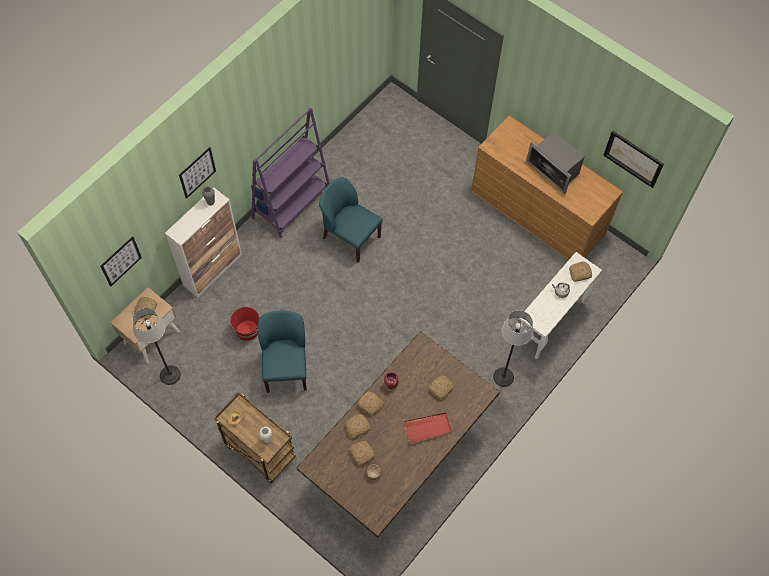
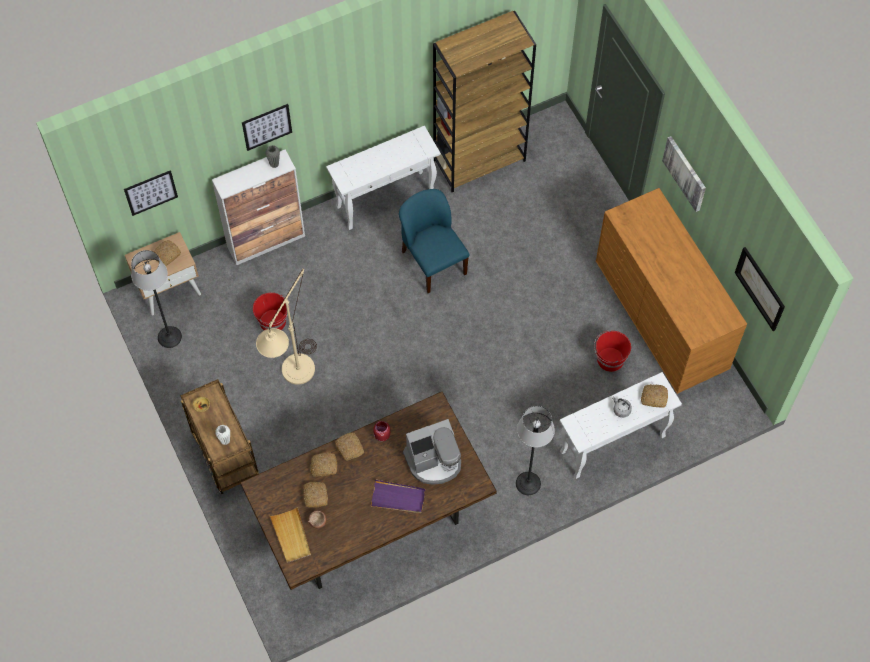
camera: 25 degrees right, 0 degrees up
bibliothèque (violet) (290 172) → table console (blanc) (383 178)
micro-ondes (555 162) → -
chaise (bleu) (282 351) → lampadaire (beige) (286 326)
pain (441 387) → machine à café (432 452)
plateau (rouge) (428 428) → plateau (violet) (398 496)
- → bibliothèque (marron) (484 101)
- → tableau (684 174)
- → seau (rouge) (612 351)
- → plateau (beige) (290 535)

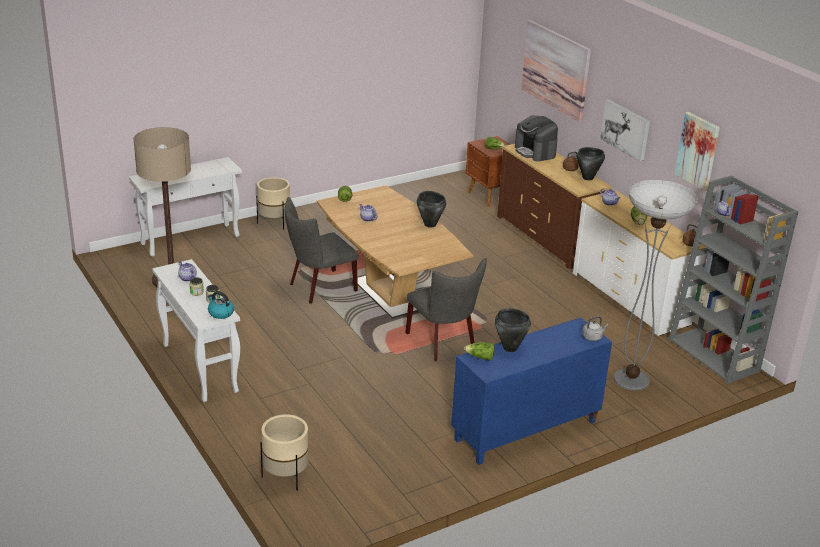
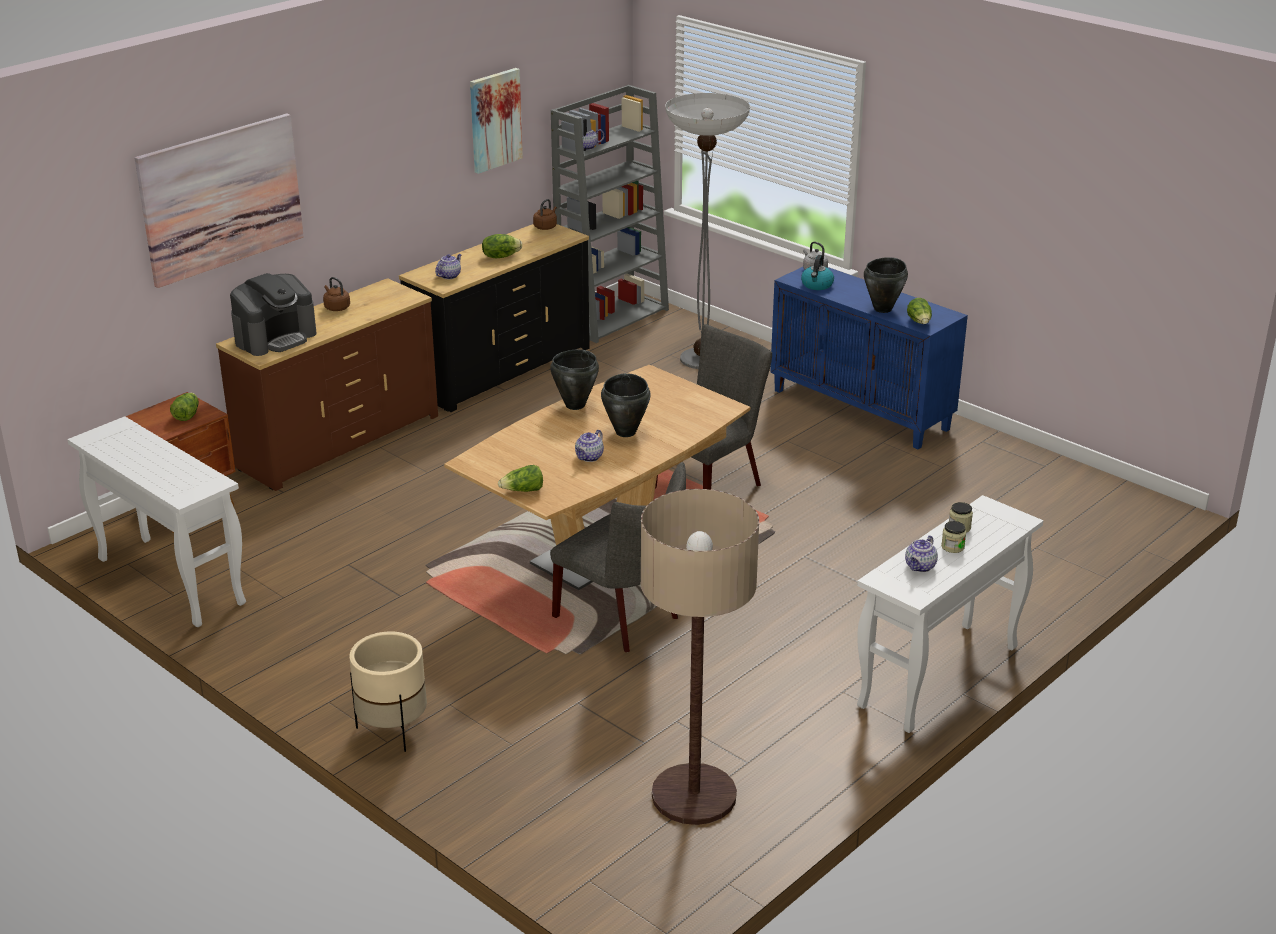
camera: 105 degrees left, 0 degrees up
tableau (625 130) → -
marmite (noir) (591 163) → marmite (noir) (625 405), move
table console (blanc) (185 207) → table console (blanc) (156 521), move
commode (blanc) (640 263) → commode (noir) (494 318)
bouilloire (220 305) → bouilloire (817 272), move
cache-pot (beige) (284 452) → -

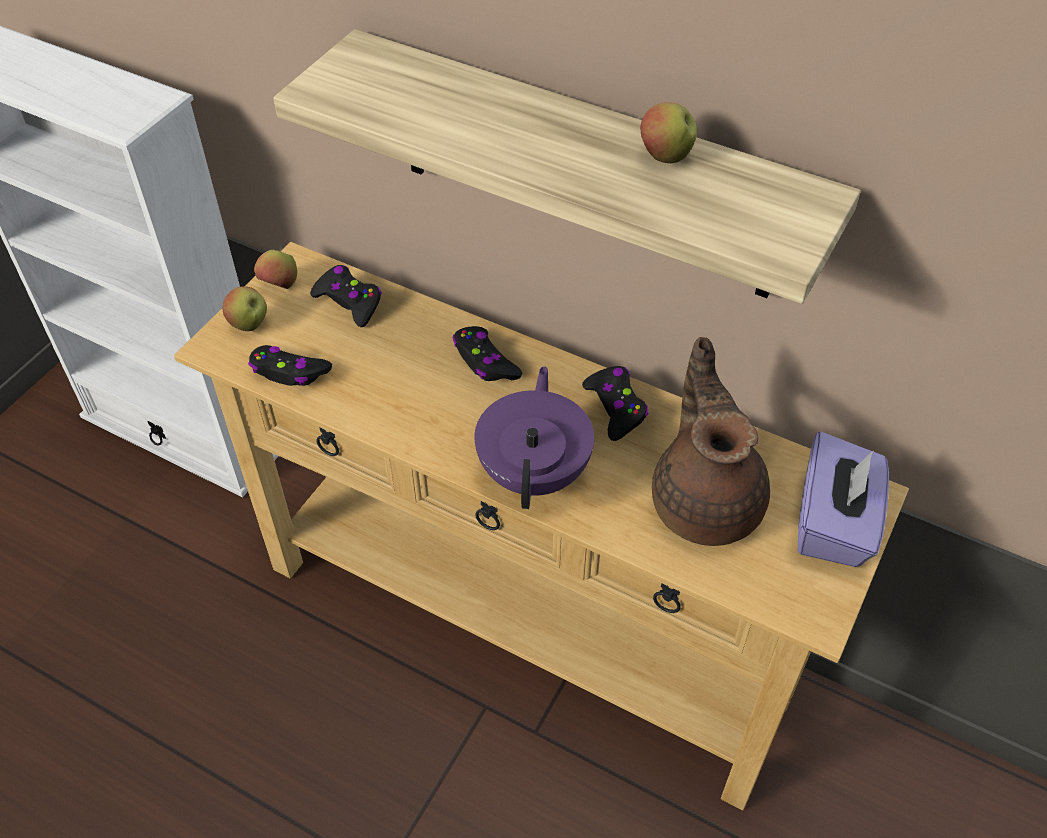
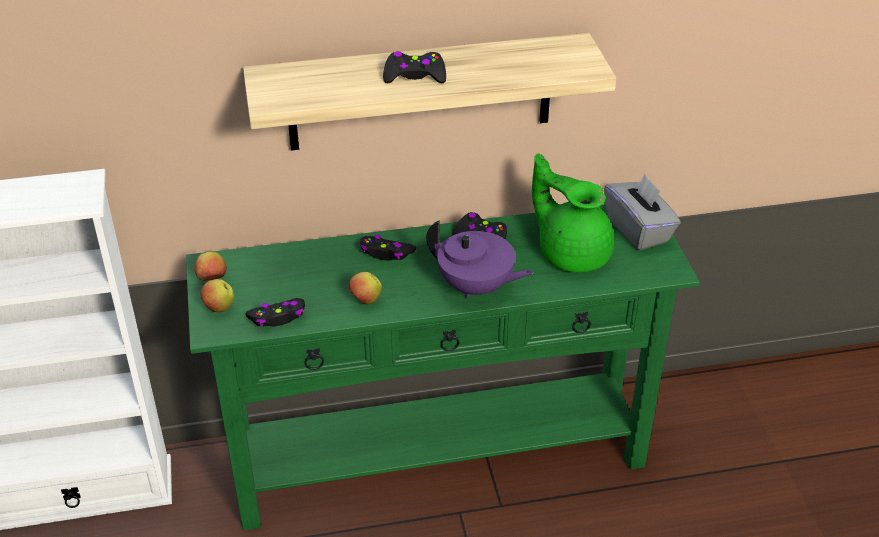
camera: 40 degrees left, 10 degrees down
pomme (668 132) → pomme (365 288), move
table console (beige) (541 526) → table console (vert) (443 367)
manette (noir) (346 296) → manette (noir) (414 67), move
théière (marron) (711 441) → théière (vert) (573 212)
théière (violet) (534 437) → théière (violet) (479 259), 150 degrees clockwise
boîte à mouchoirs (violet) (843 499) → boîte à mouchoirs (gris) (642 212)

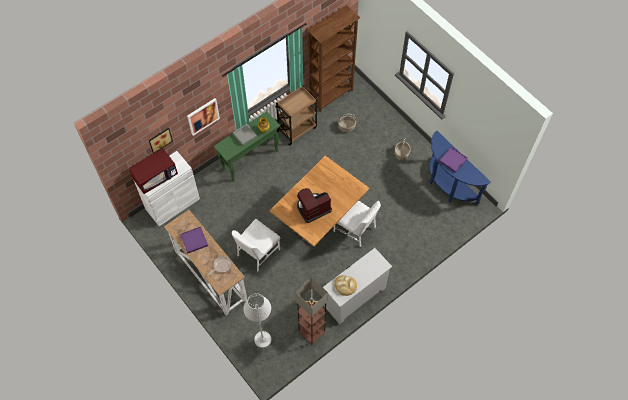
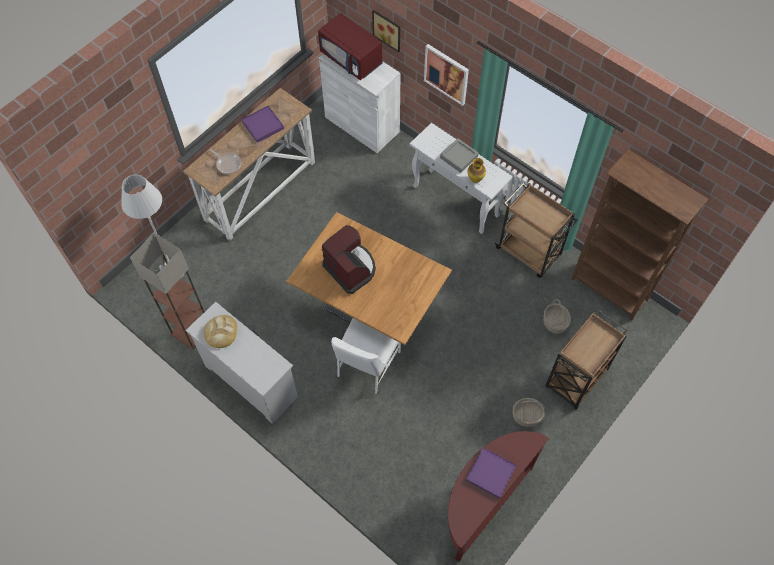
camera: 80 degrees right, 0 degrees up
table console (vert) (247 146) → table console (blanc) (461 178)
table console (bleu) (460 168) → table console (marron) (498 496)
chaise (blanc) (256 245) → -
- → chariot (marron) (586 359)

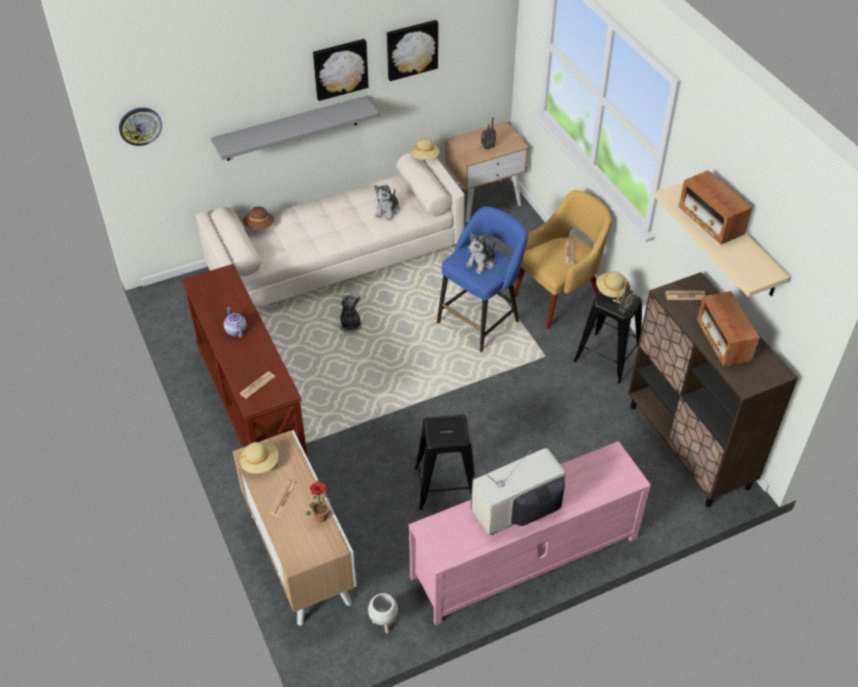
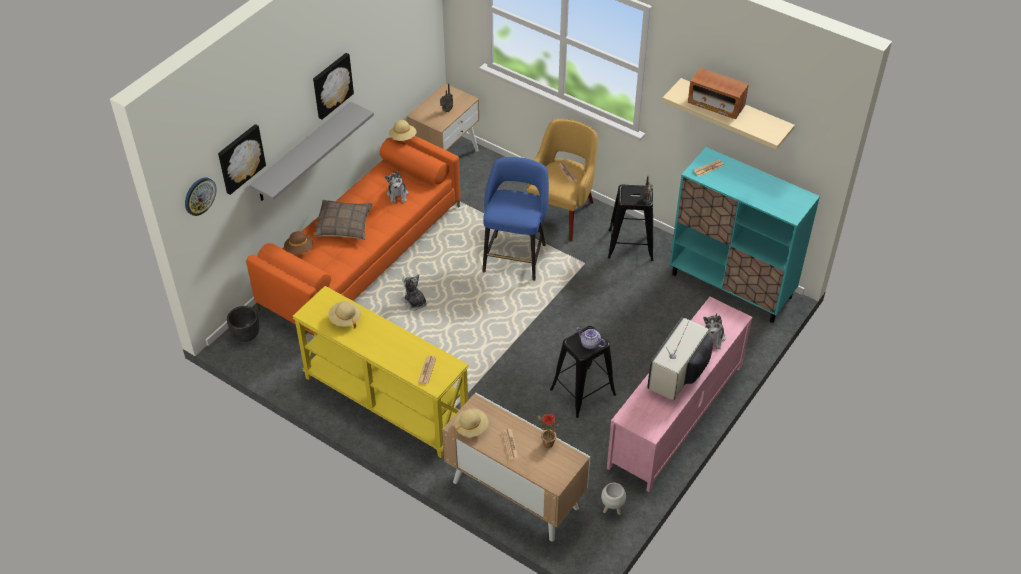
camera: 30 degrees left, 0 degrees up
tableau (412 50) → tableau (242 159), move
canapé (beige) (330 230) → canapé (orange) (353 236)
peluche (481 253) → peluche (714 331), move
table console (marron) (245 362) → table console (jaune) (380 372)
chapeau (beige) (613 287) → chapeau (beige) (344 314), move
meuble de rangement (marron) (713 389) → meuble de rangement (turquoise) (745 235)
radio (728 329) → -
théière (235 322) → théière (591 338), move
- → coussin (343 220)
- → cache-pot (noir) (243 324)

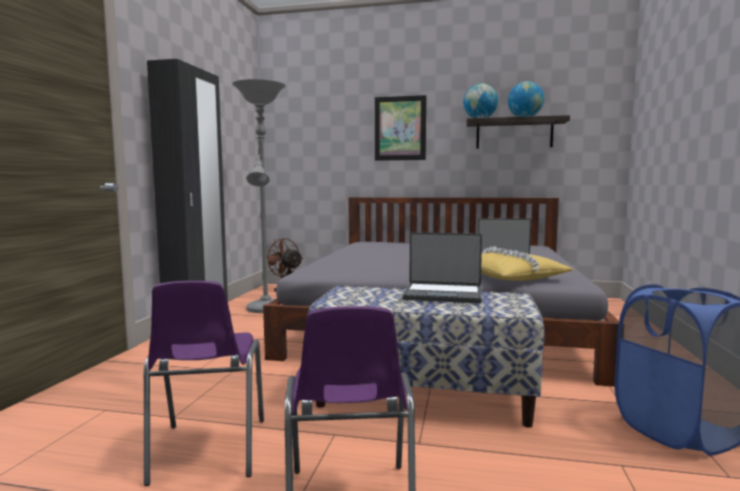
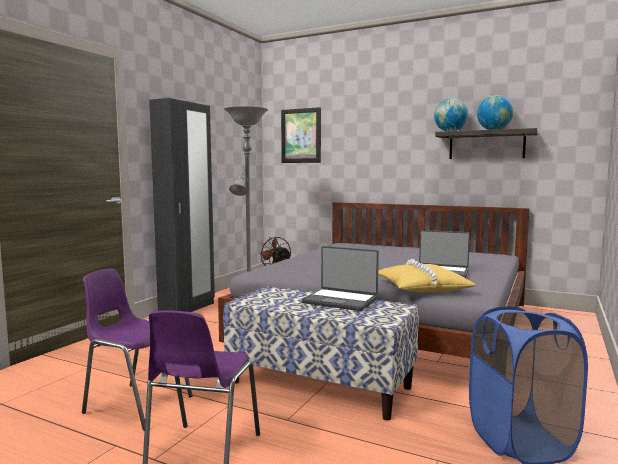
camera: 15 degrees right, 0 degrees up
tableau (400 128) → tableau (301 135), move
chaise (violet) (204 383) → chaise (violet) (137 349), 105 degrees clockwise

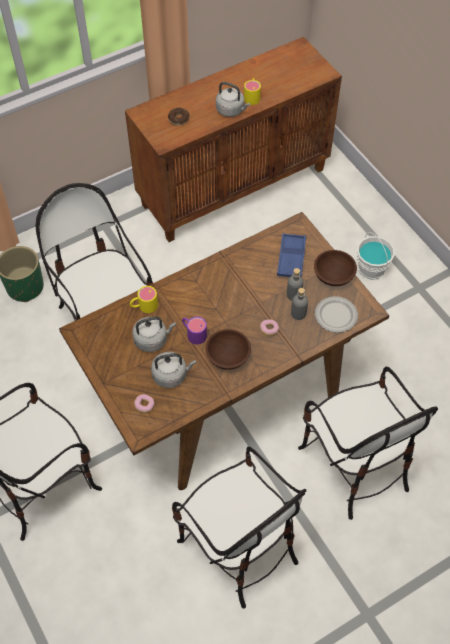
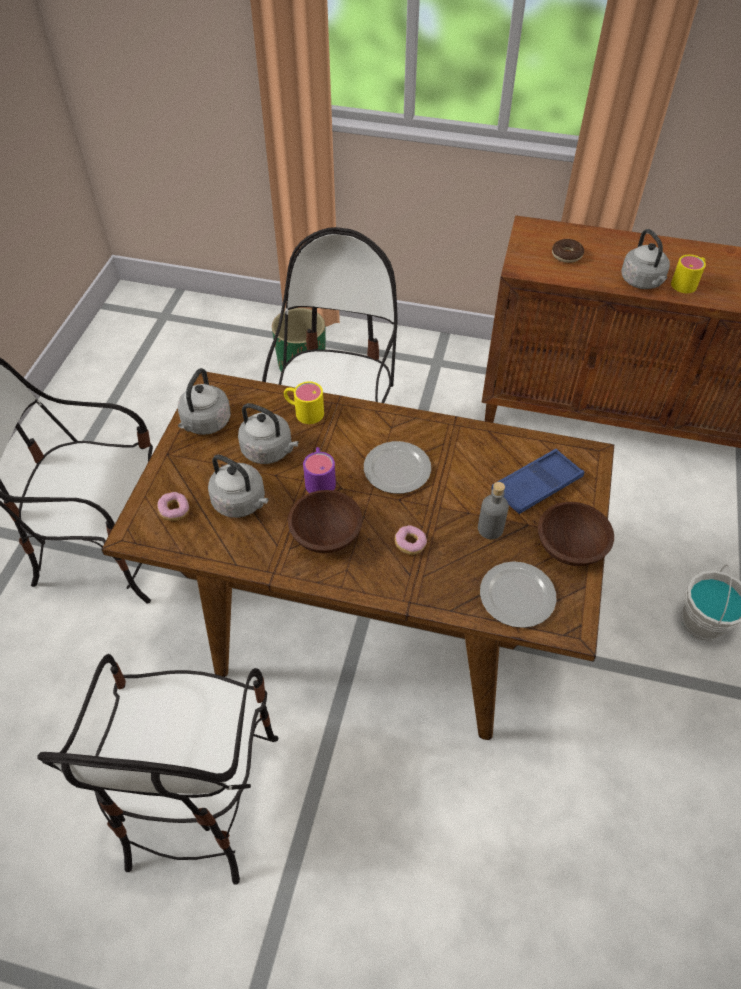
camera: 45 degrees right, 5 degrees down
bouteille (gris) (299 304) → -
chaise (368 443) → -
- → bouilloire (gris) (204 401)
- → assiette (397 467)

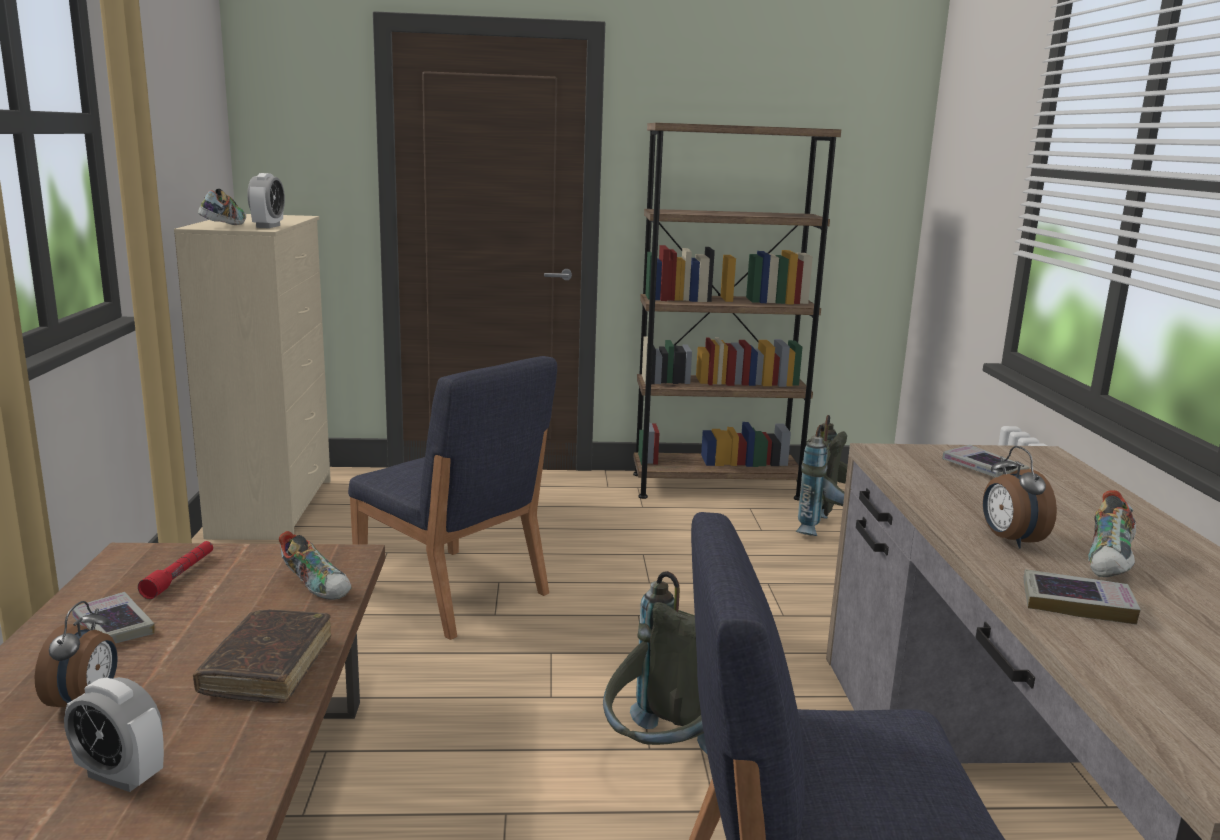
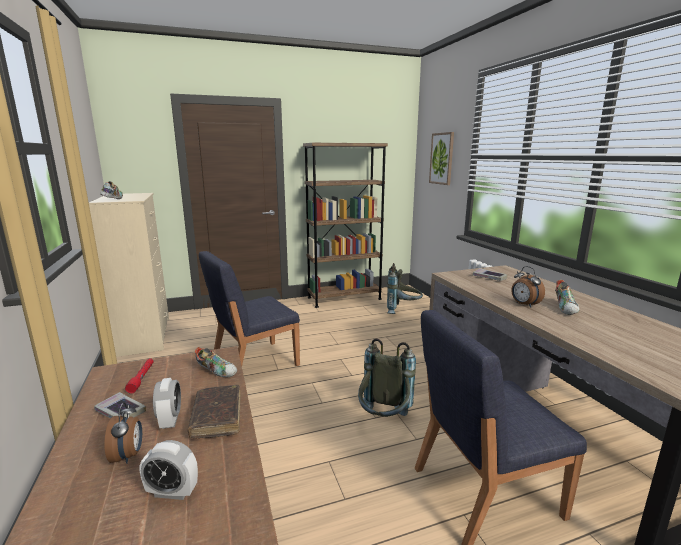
camera: 15 degrees left, 0 degrees up
réveil (266 200) → réveil (167 403), move
chaise (bleu) (452 498) → chaise (bleu) (249 308), 120 degrees clockwise
livre (1082 597) → -
- → tableau (441 158)

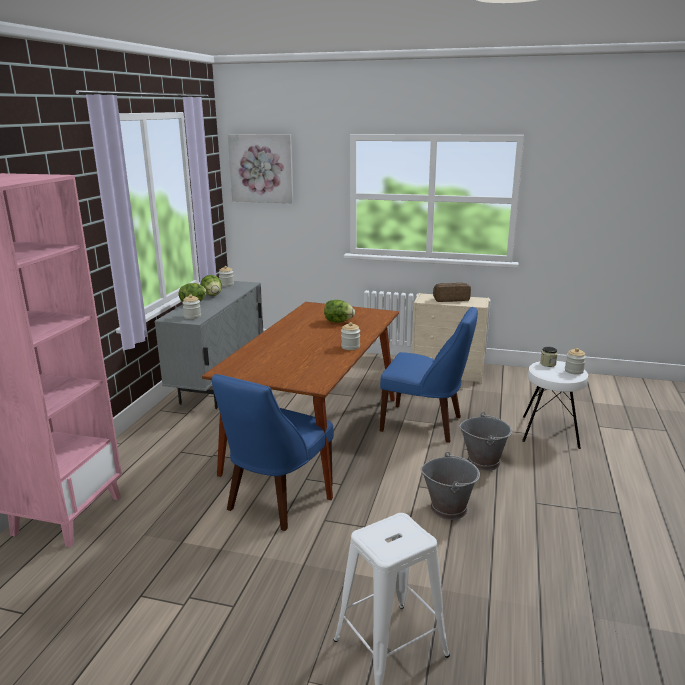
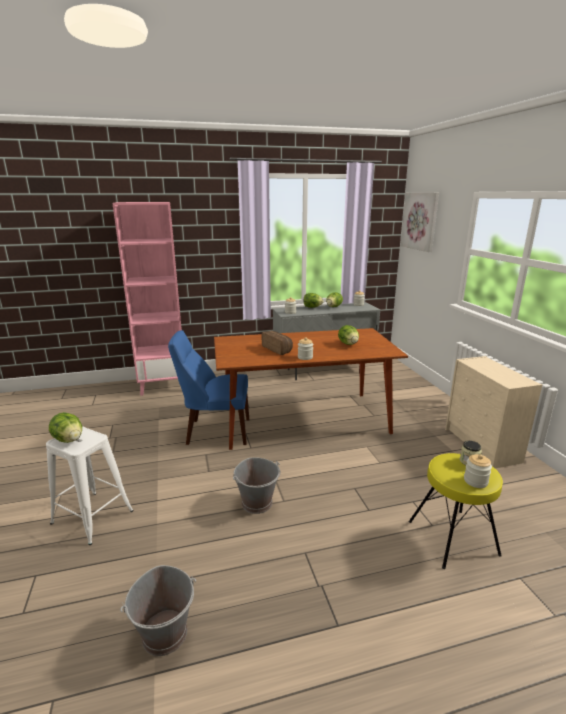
camera: 60 degrees right, 0 degrees up
pain (452 292) → pain (277 343), move
chaise (bleu) (429 375) → -
tabouret (blanc) (555 405) → tabouret (jaune) (456 511)
seau (gris) (485 441) → seau (gris) (158 610), move
- → laitue (65 427)

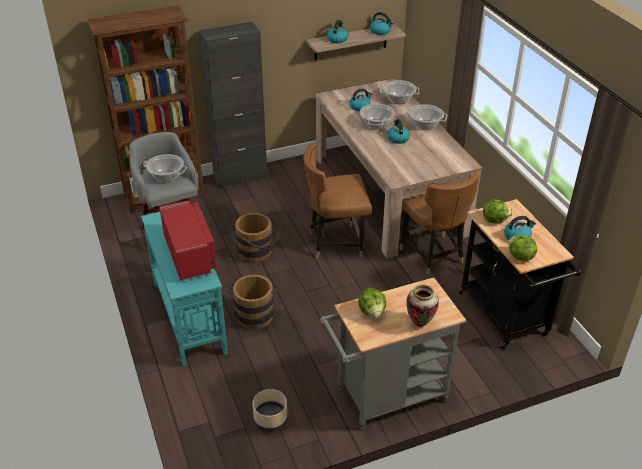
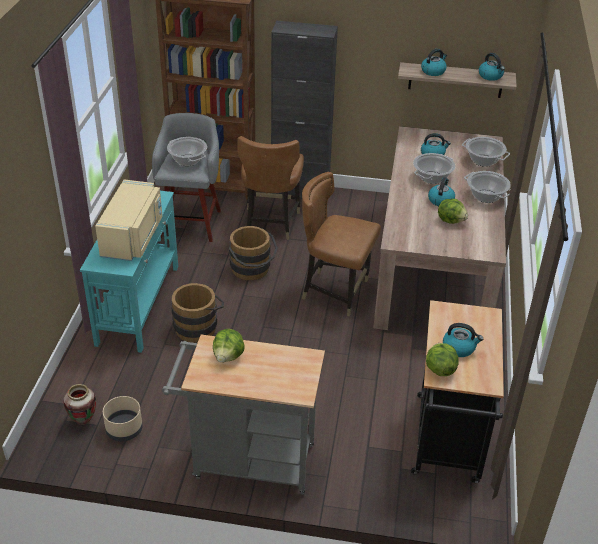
camera: 30 degrees right, 0 degrees up
chaise (marron) (439 223) → chaise (marron) (270 188), move
laitue (498 211) → laitue (453 211), move
micro-ondes (rouge) (188 240) → micro-ondes (beige) (128 220)
vase (423 305) → vase (79 404), move

